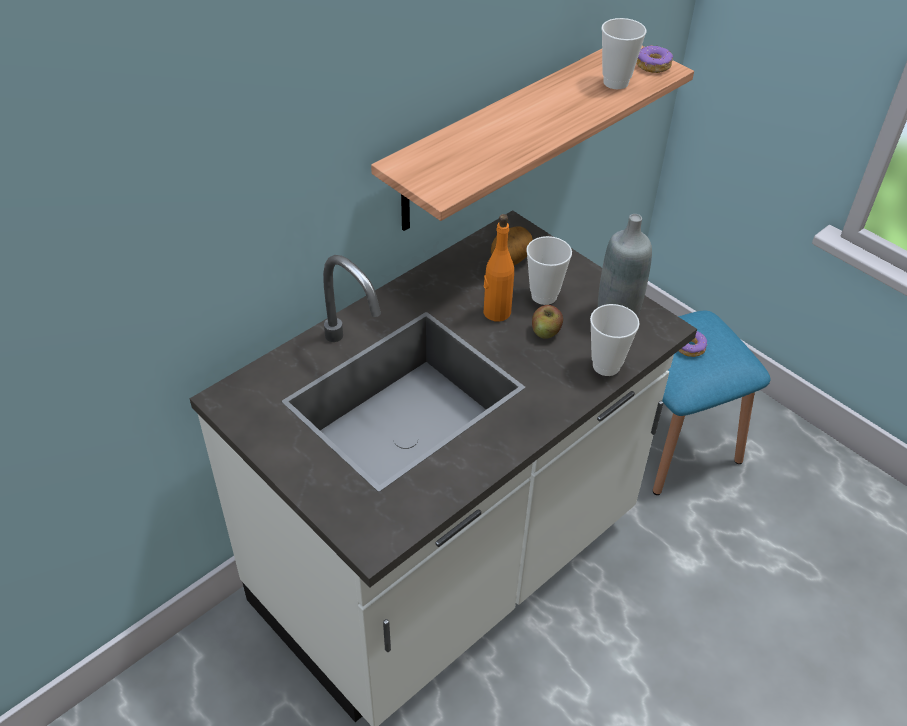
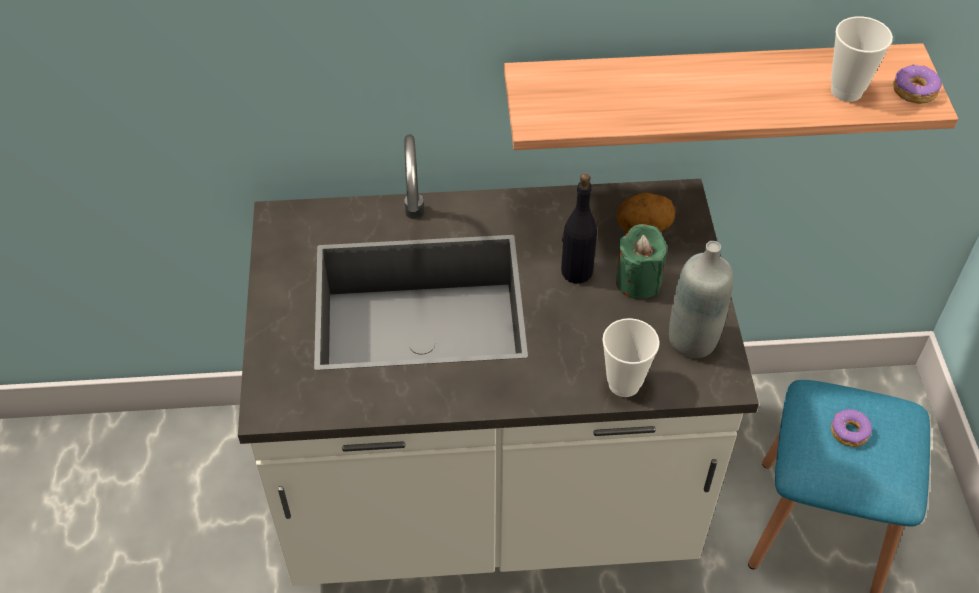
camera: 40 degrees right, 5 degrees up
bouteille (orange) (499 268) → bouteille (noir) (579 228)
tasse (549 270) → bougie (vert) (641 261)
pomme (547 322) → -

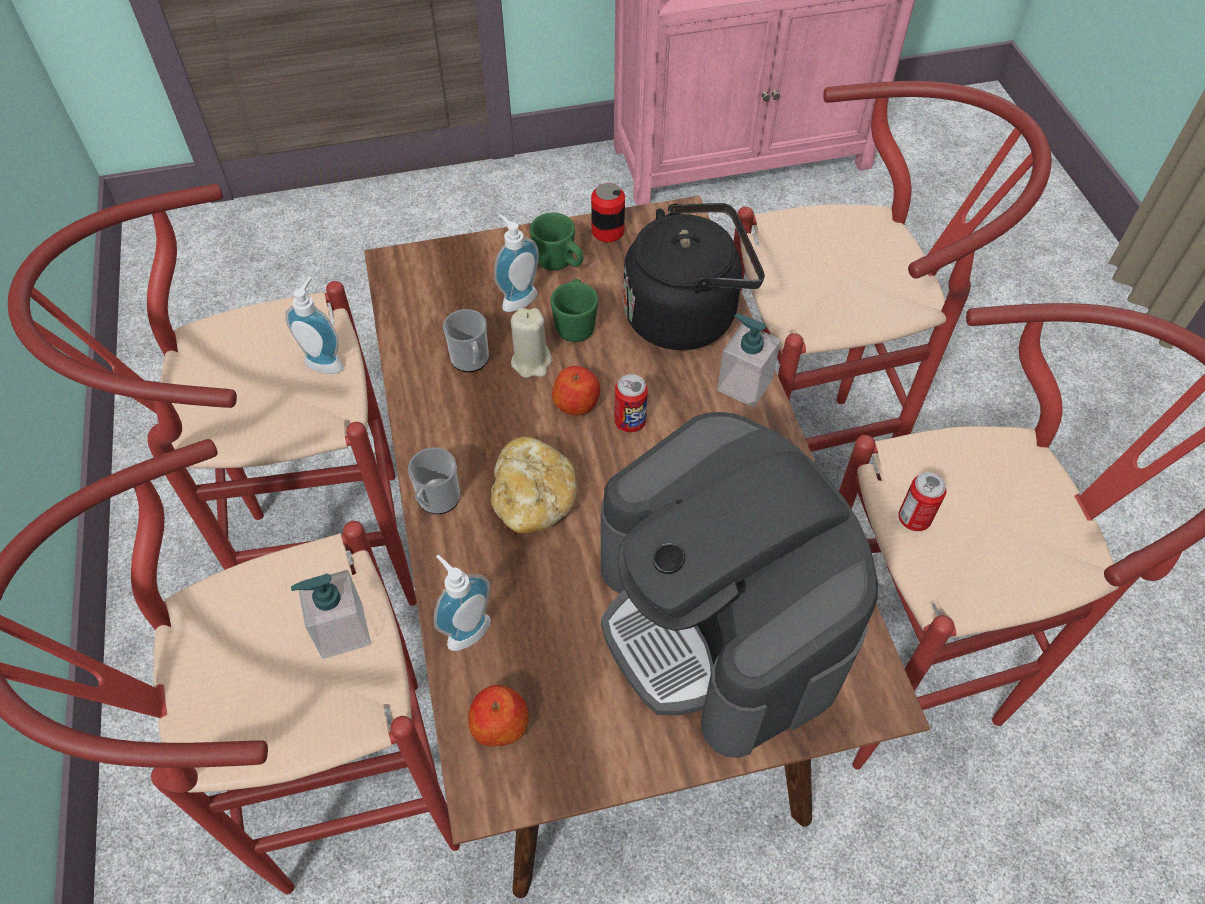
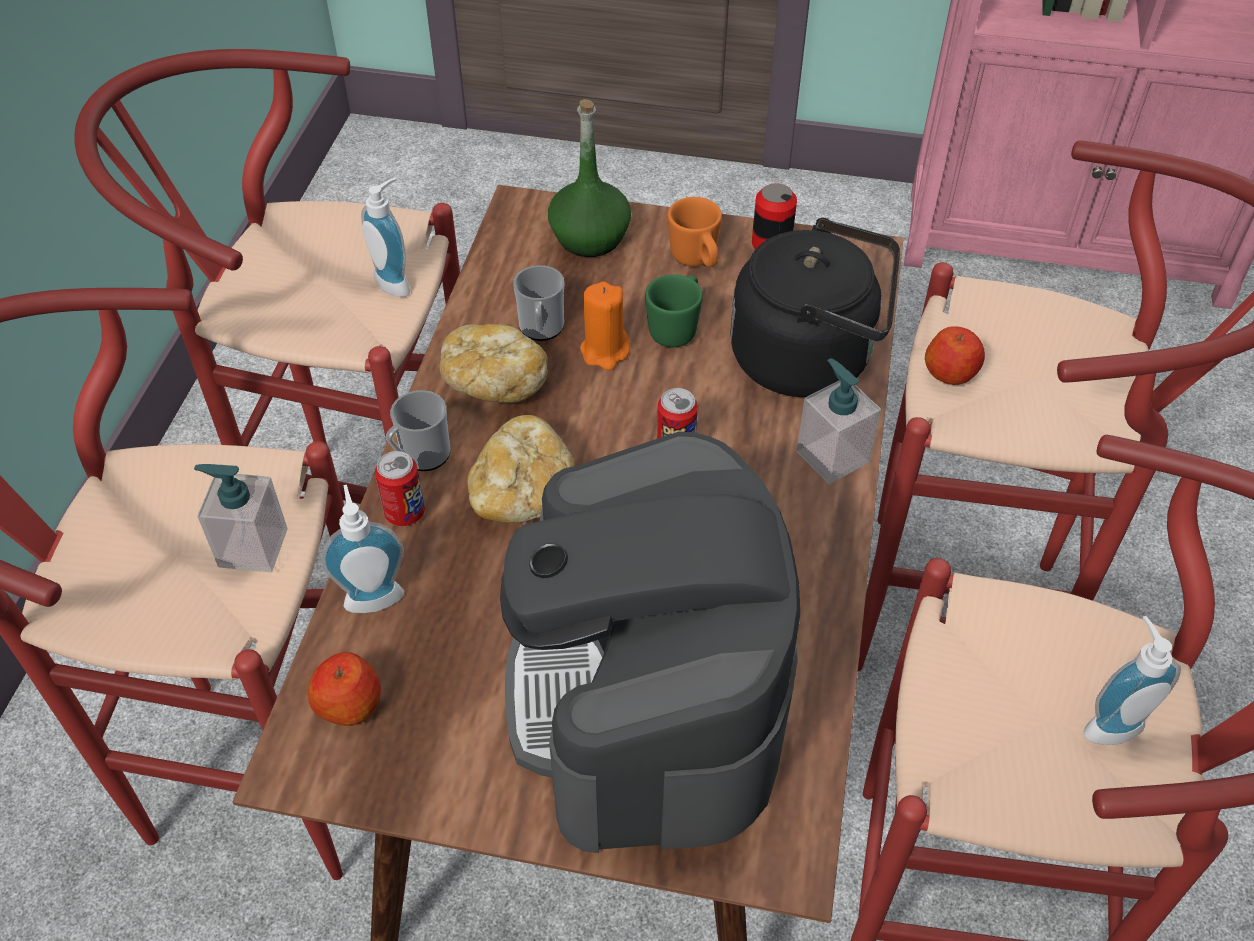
camera: 25 degrees right, 5 degrees down
mug (vert) (556 242) → mug (orange) (695 232)
distributeur de savon (516 263) → distributeur de savon (1132 680), move
bougie (beige) (531 343) → bougie (orange) (605 325)
pomme (576 391) → pomme (955 355), move
boîte métallique (922 501) → boîte métallique (400 488), move
- → bouteille (vert) (589 178)
- → pain (494 363)

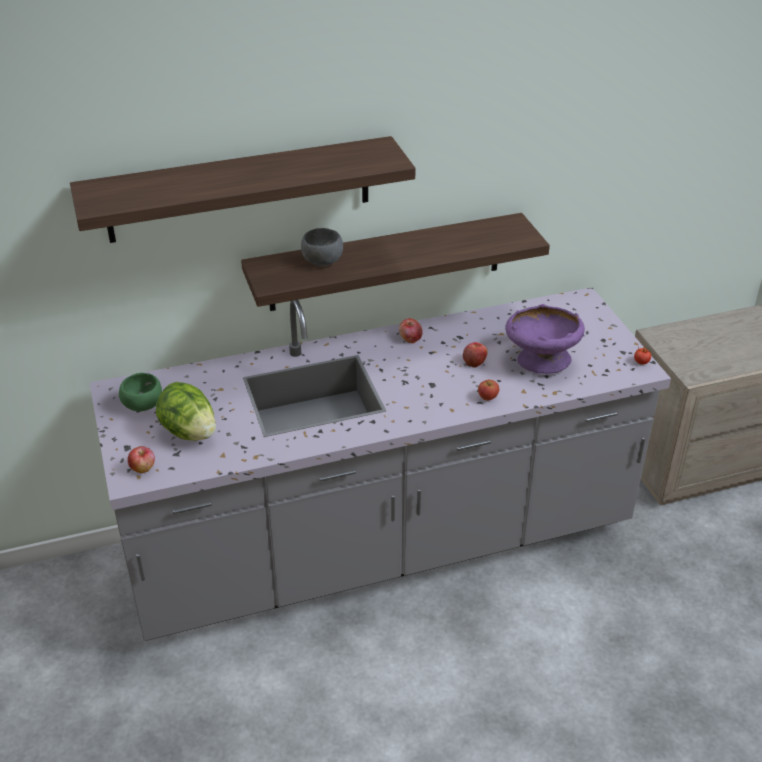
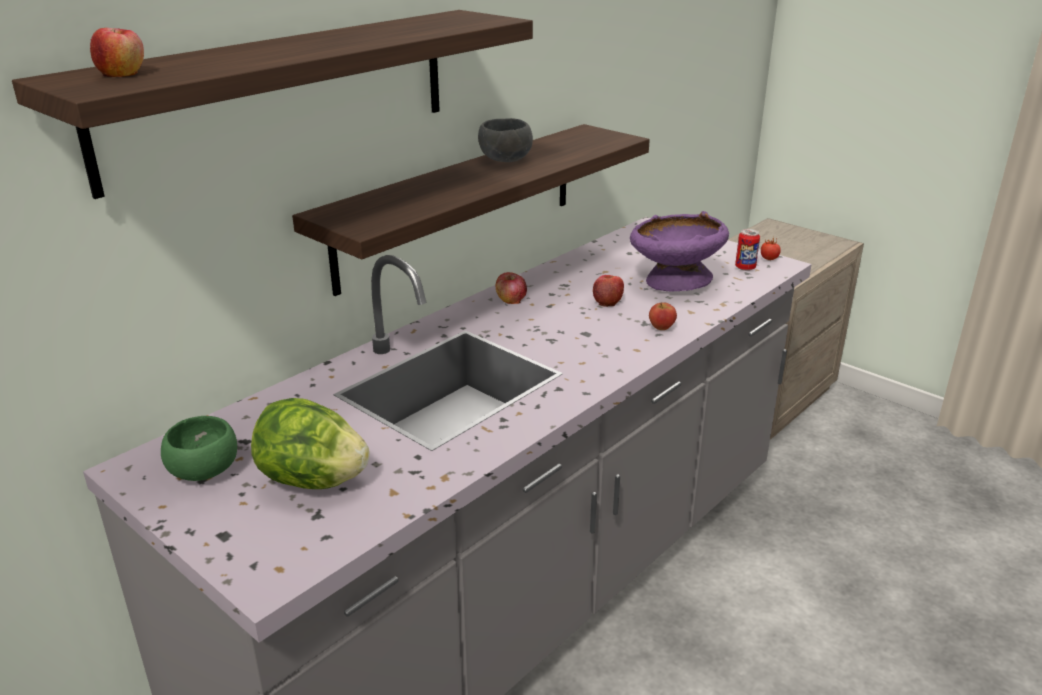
camera: 30 degrees left, 10 degrees down
bol (gris) (322 247) → bol (gris) (505 140), move
pomme (141 459) → pomme (117 52), move
- → boîte métallique (747 250)

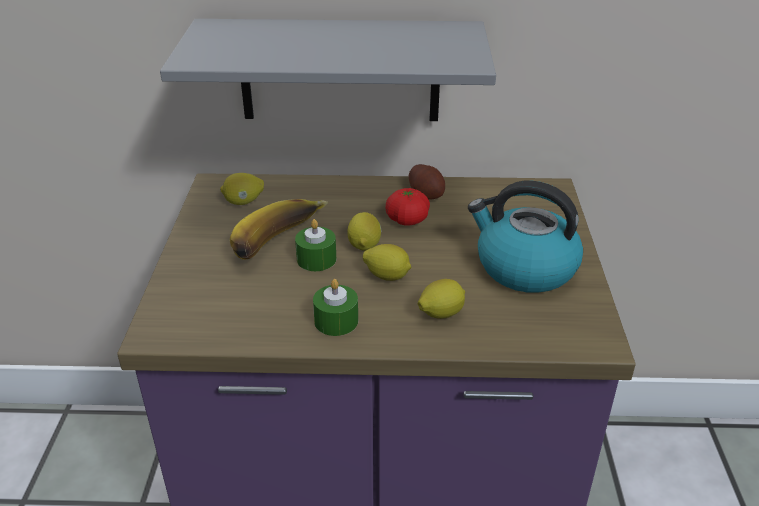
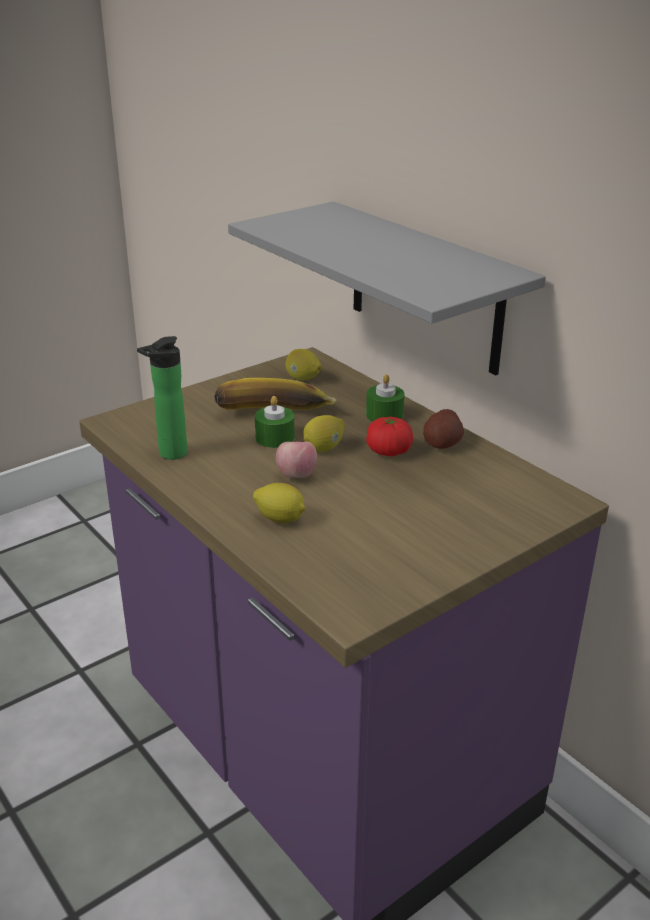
camera: 50 degrees right, 5 degrees down
bouilloire (525 237) → -
citron (387 262) → pomme (296 460)
bougie (vert) (335 307) → bougie (vert) (385 397), move
- → bouteille (162 398)

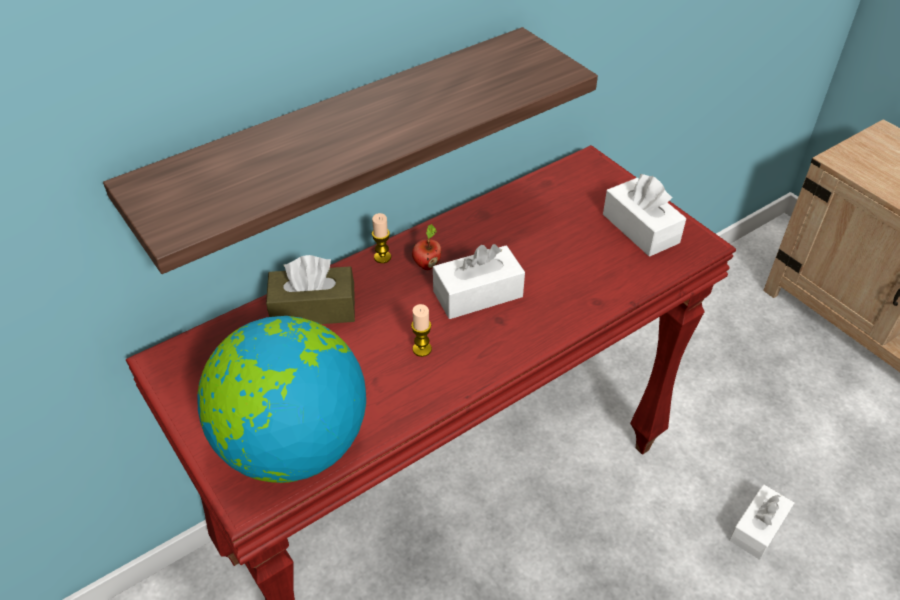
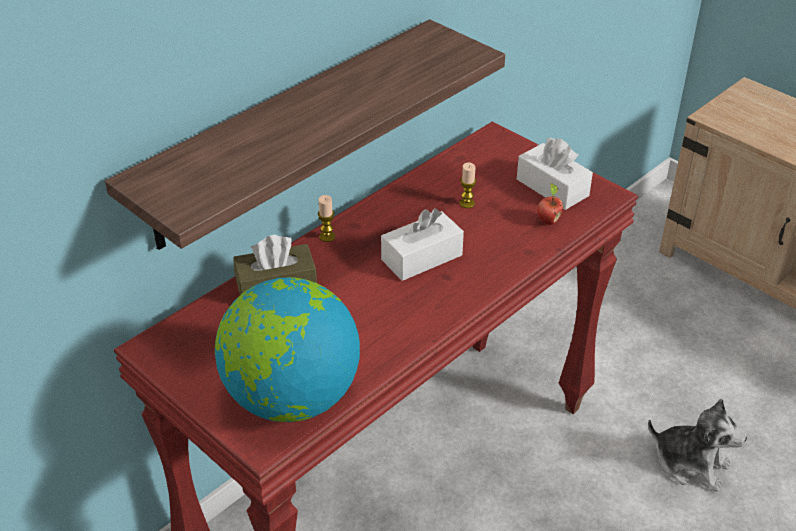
camera: 10 degrees left, 5 degrees down
pomme (426 247) → pomme (550 204), move
bougie (421 330) → bougie (467 185), move
boîte à mouchoirs (blanc) (761 522) → peluche (697 445)

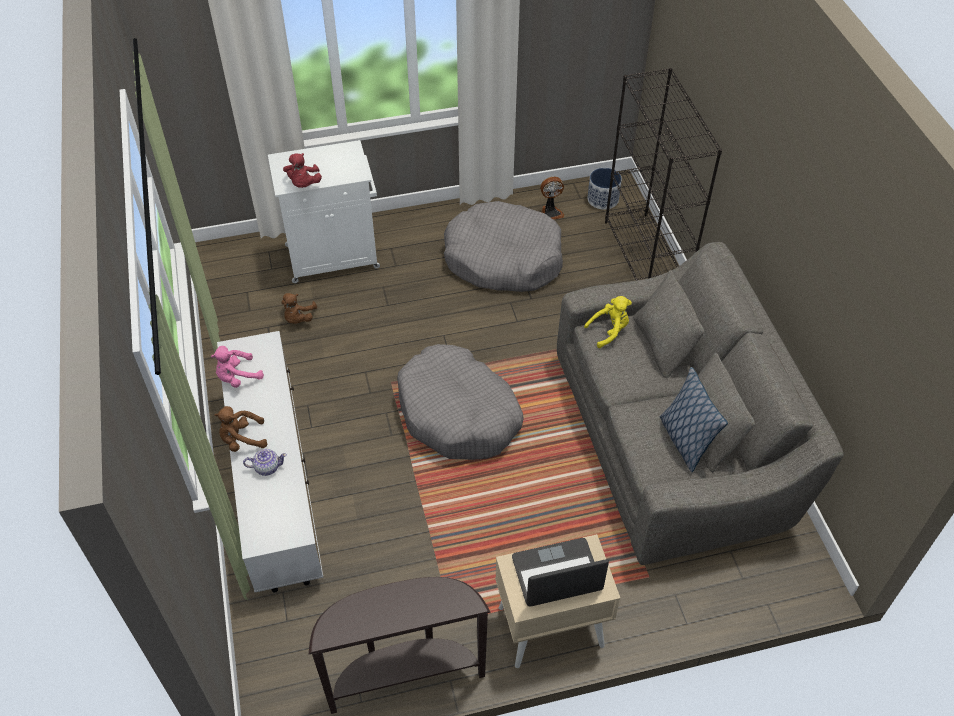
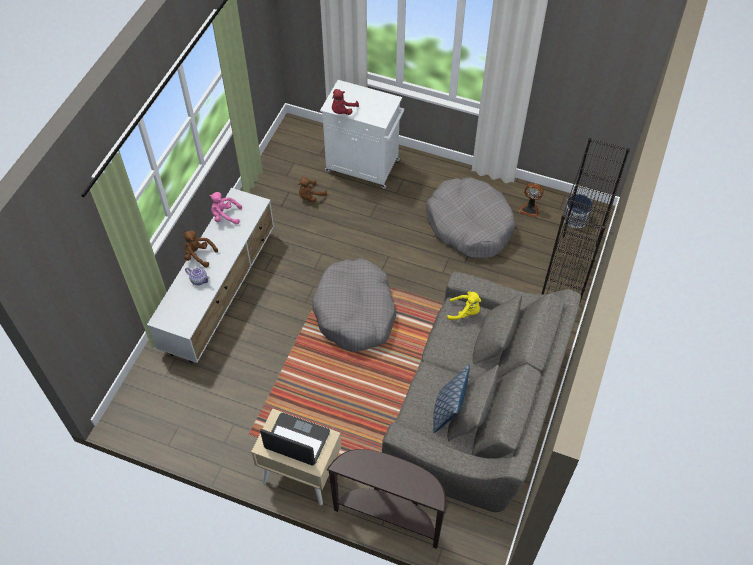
camera: 35 degrees right, 5 degrees up
table console (marron) (399 645) → table console (marron) (386 499), move

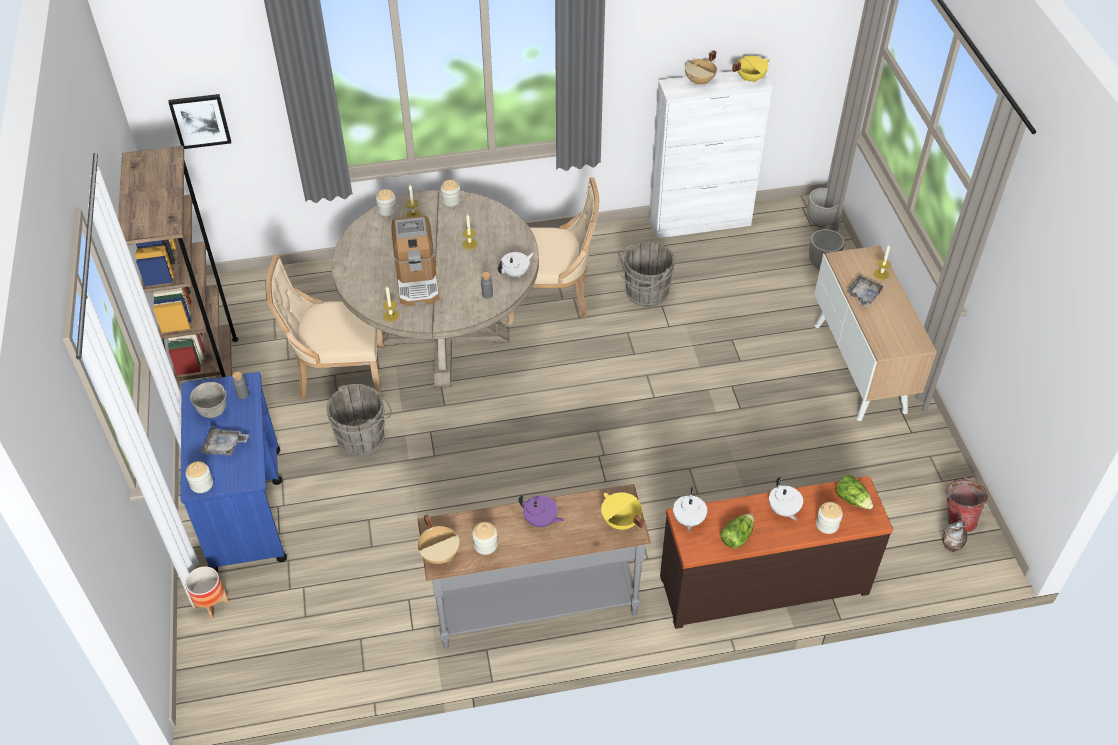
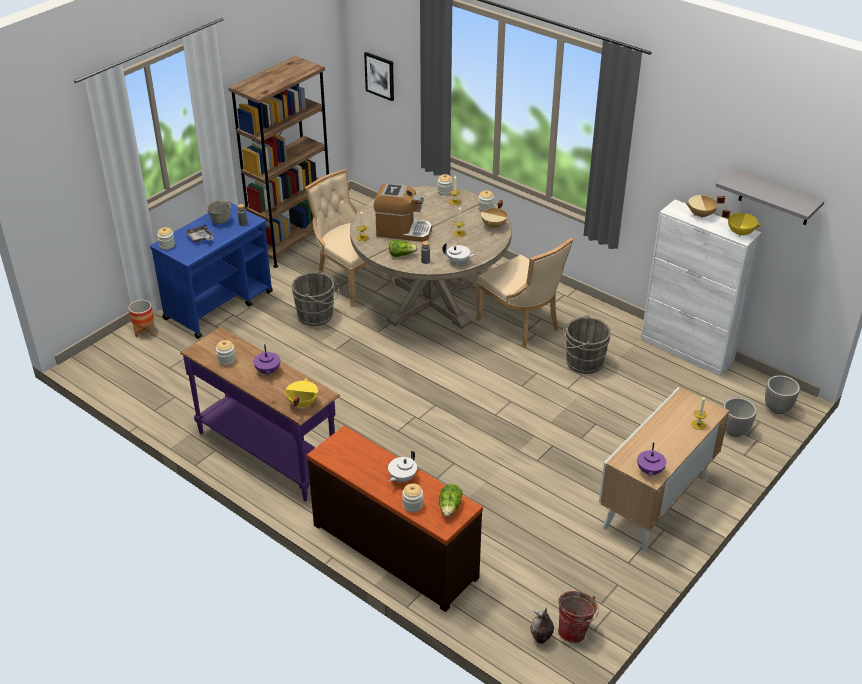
camera: 50 degrees right, 10 degrees down
machine à café (415 261) → machine à café (403 212), 120 degrees counterclockwise
plateau (gris) (865 291) → -
table console (gris) (534 566) → table console (violet) (260 414)
théière (blanc) (690 509) → -
marmite (beige) (438 539) → marmite (beige) (494 214), move
laitue (737 531) → laitue (403 248), move
- → étagère (gris) (770 197)
- → théière (violet) (651 459)

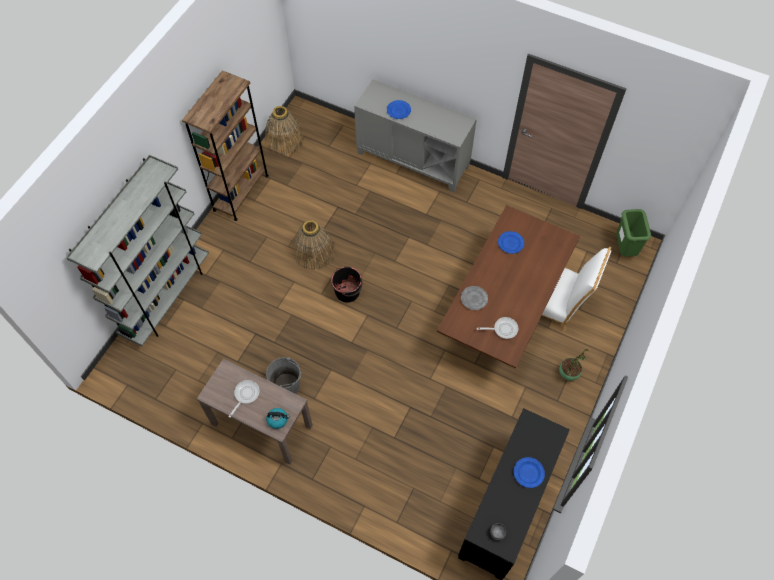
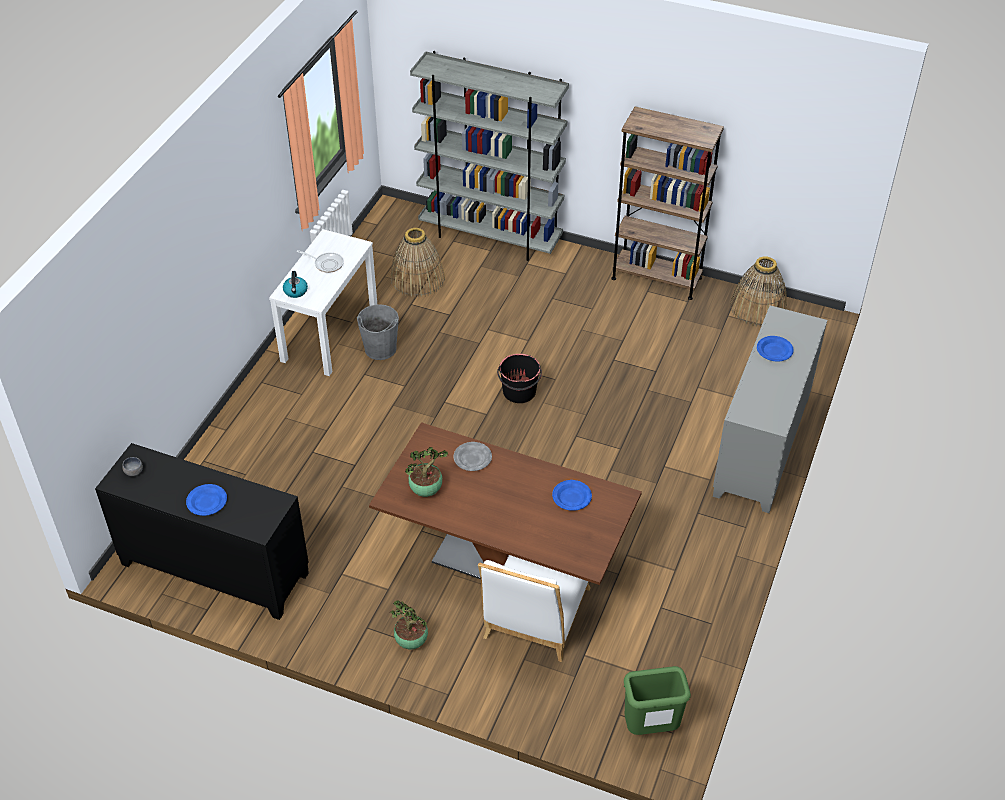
camera: 85 degrees right, 15 degrees down
panier (314 245) → panier (417 262), move
poêle (497 328) → plante en pot (426 472)
table console (marron) (255 411) → table console (blanc) (323 302)

